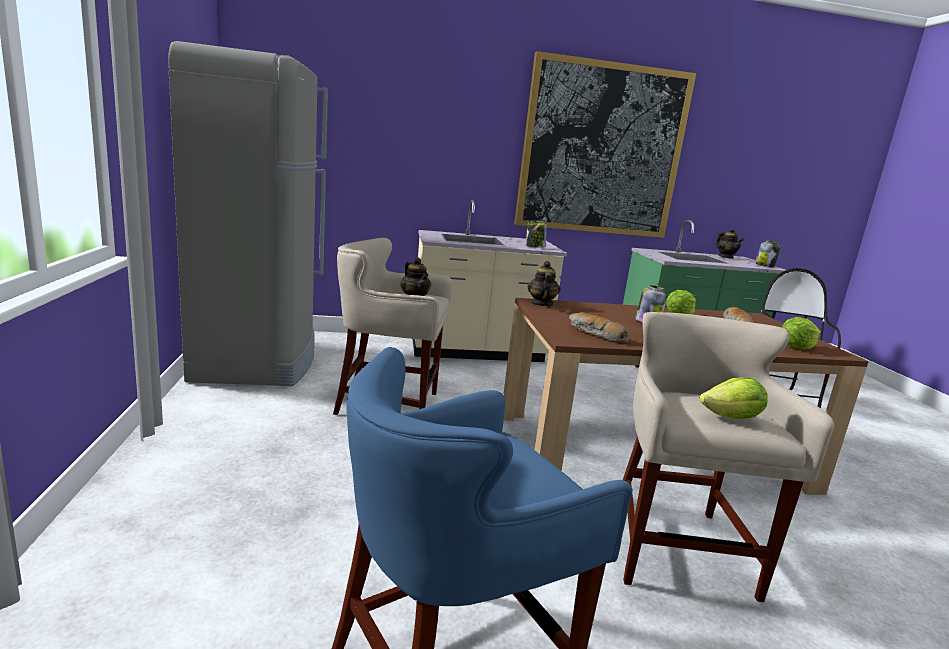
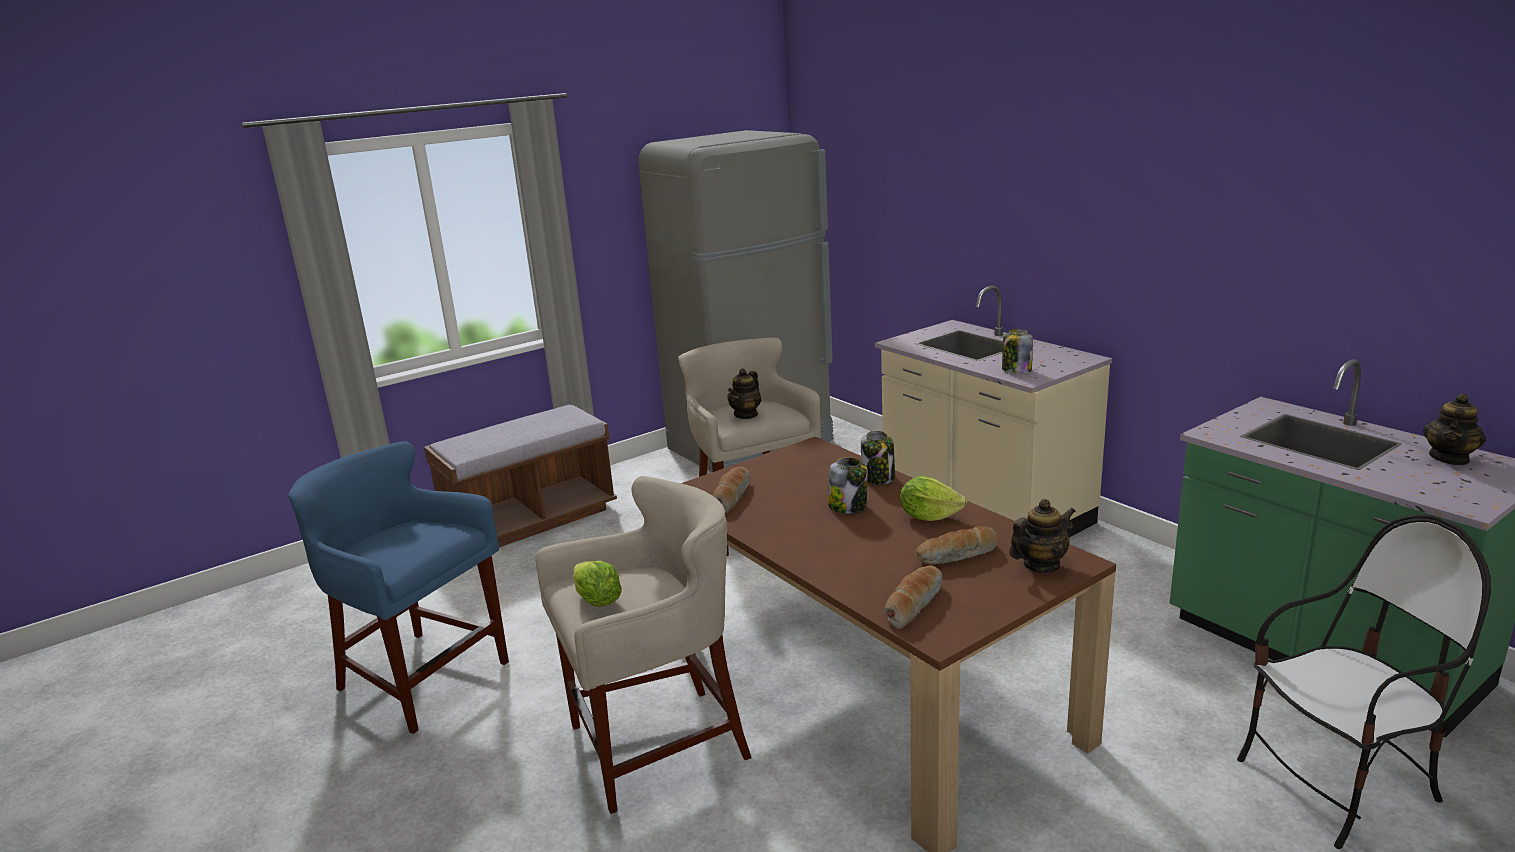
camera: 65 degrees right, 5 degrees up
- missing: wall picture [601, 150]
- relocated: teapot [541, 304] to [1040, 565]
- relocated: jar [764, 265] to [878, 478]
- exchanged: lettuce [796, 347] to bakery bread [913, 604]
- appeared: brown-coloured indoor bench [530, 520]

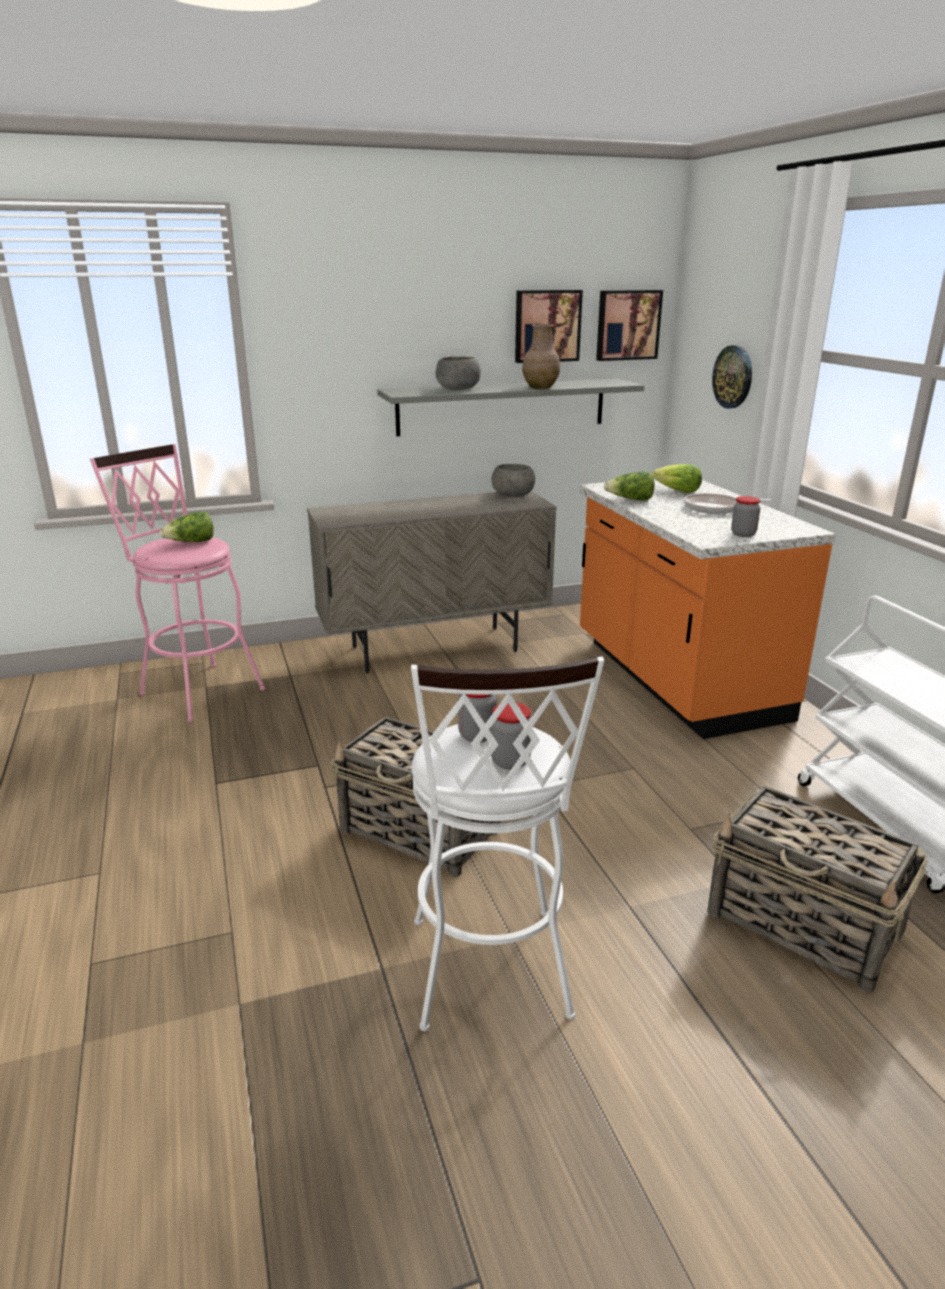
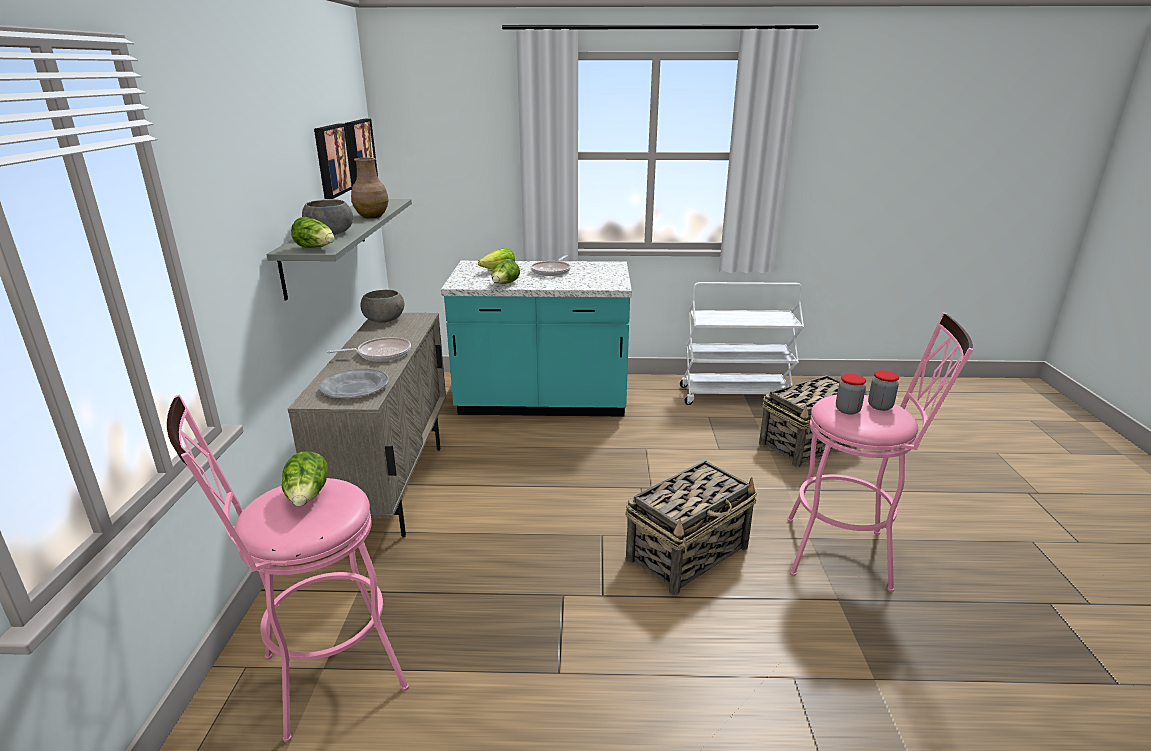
camera: 70 degrees left, 0 degrees up
- colour: whitish sitting stool [490, 979] to pink-coloured sitting stool [848, 555]
- colour: orangey kitchen counter [675, 680] to turquoise kitchen counter [542, 402]
- missing: wall clock [733, 377]
- missing: jar [743, 534]
- appeared: lettuce [316, 248]
- appeared: gray dinner plate [355, 387]
- appeared: skillet [381, 354]

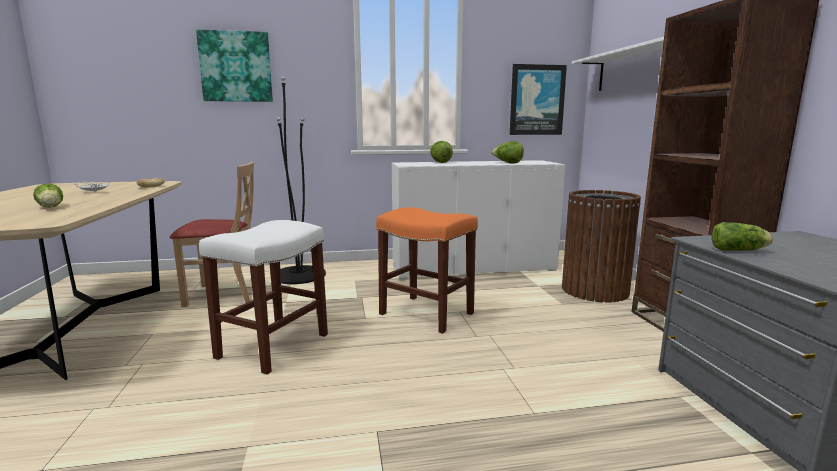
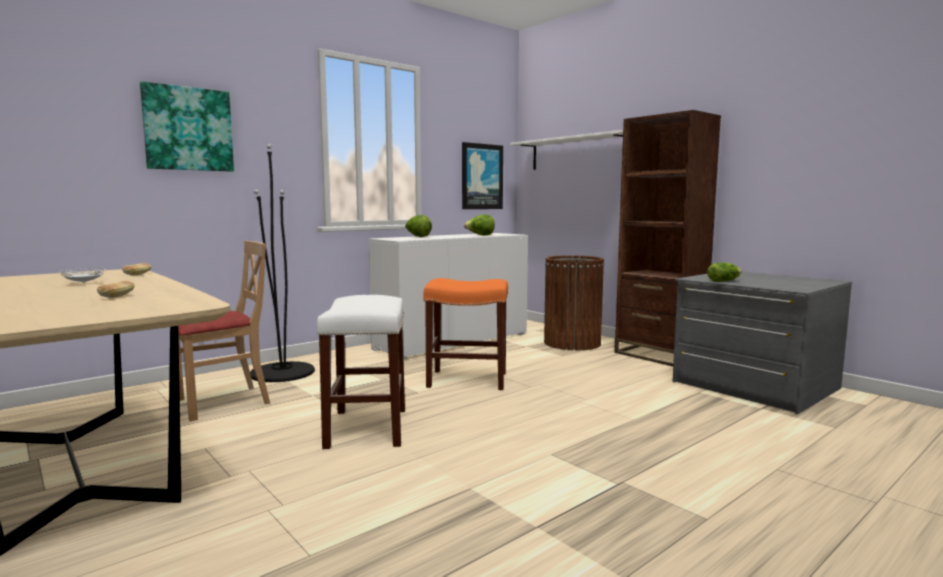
camera: 30 degrees left, 5 degrees down
- exchanged: lettuce [50, 207] to bakery bread [117, 297]

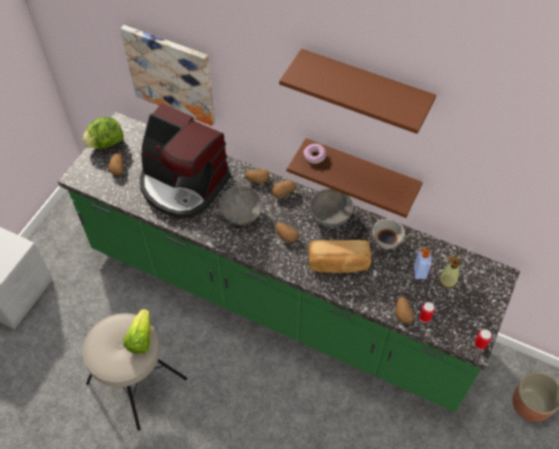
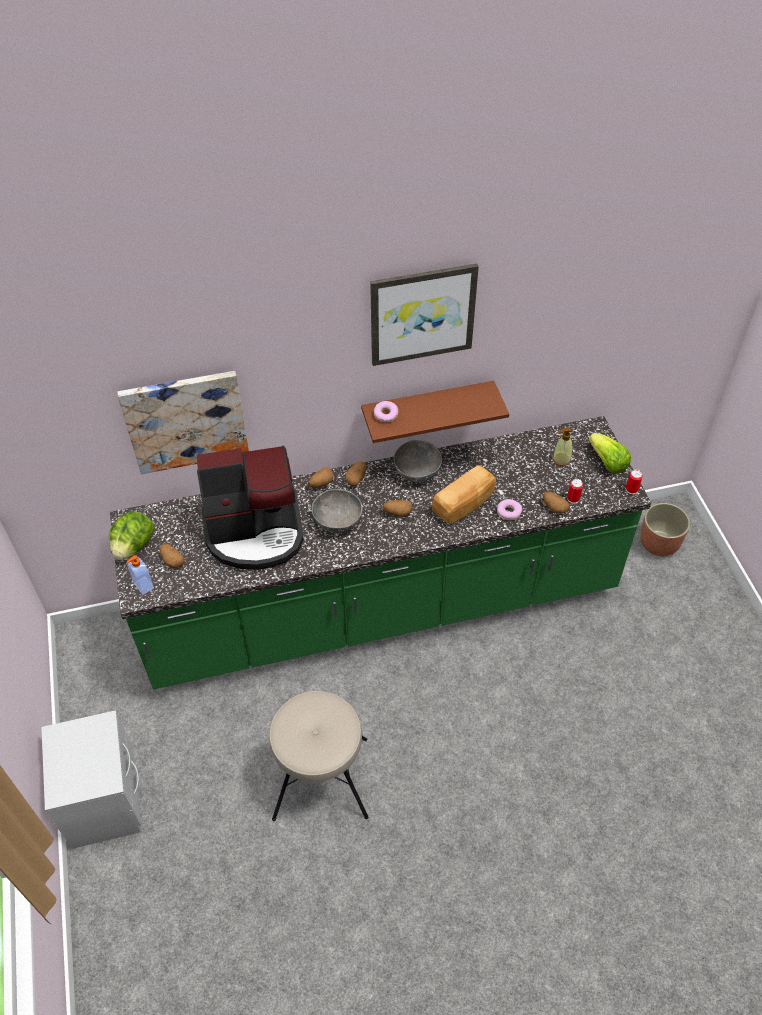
camera: 40 degrees left, 5 degrees down
- relocated: lettuce [140, 338] to [607, 462]
- exchanged: brown-coloured shelf [364, 89] to wall picture [422, 314]
- missing: whitish deep dish [386, 241]
- relocated: liquid soap bottle [419, 272] to [143, 586]
- appeared: doughnut [509, 512]

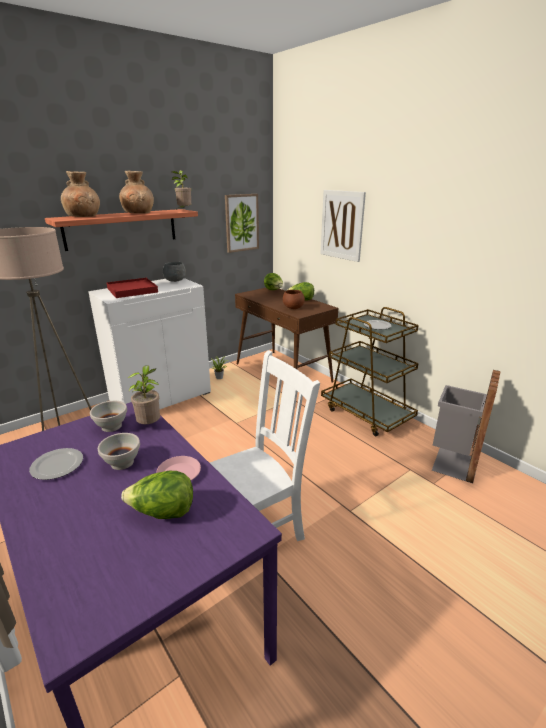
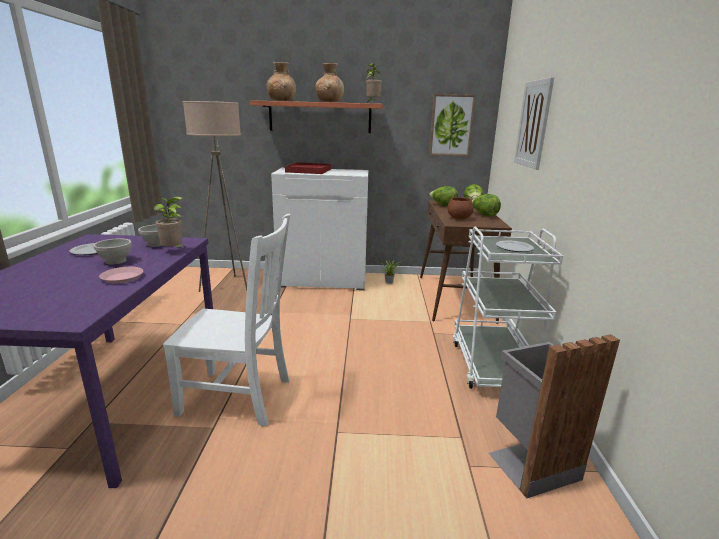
camera: 40 degrees right, 5 degrees down
- relocated: lettuce [163, 512] to [443, 206]
- missing: gray deep dish [175, 280]
- colour: brown-coloured wheeled cart [366, 413] to whitish wheeled cart [492, 364]

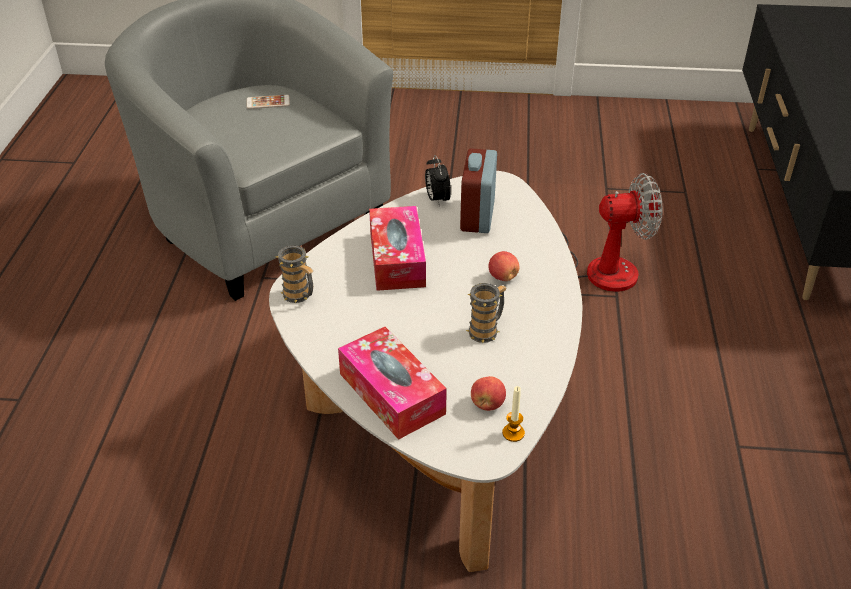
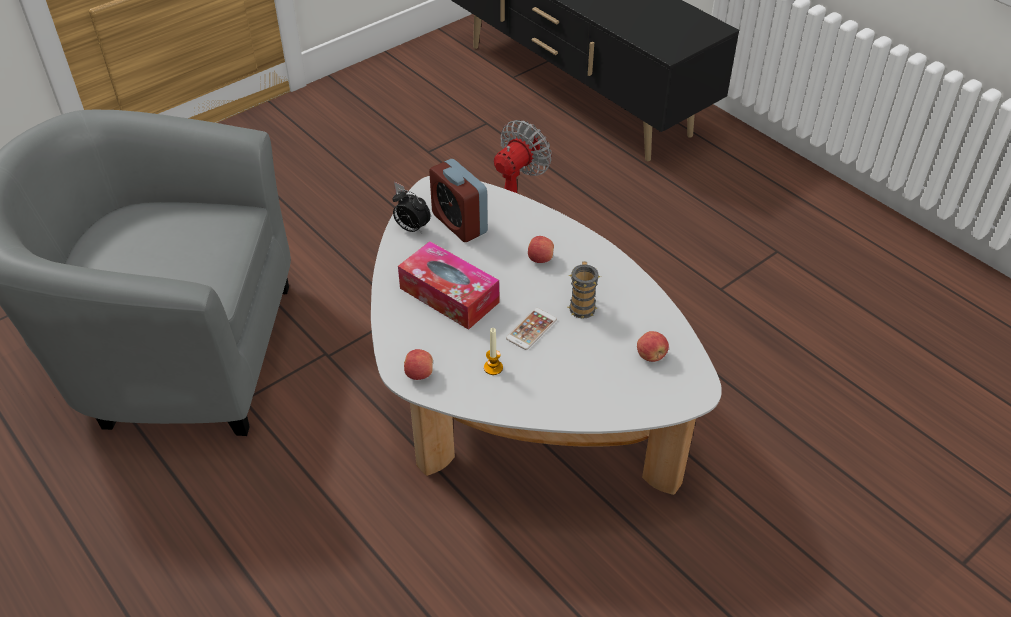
camera: 45 degrees left, 5 degrees up
- relocated: telephone [268, 102] to [531, 329]
- exchanged: tea mug [300, 296] to whole apple [419, 374]
- missing: tissue box [391, 393]
- relocated: candle [513, 433] to [493, 368]

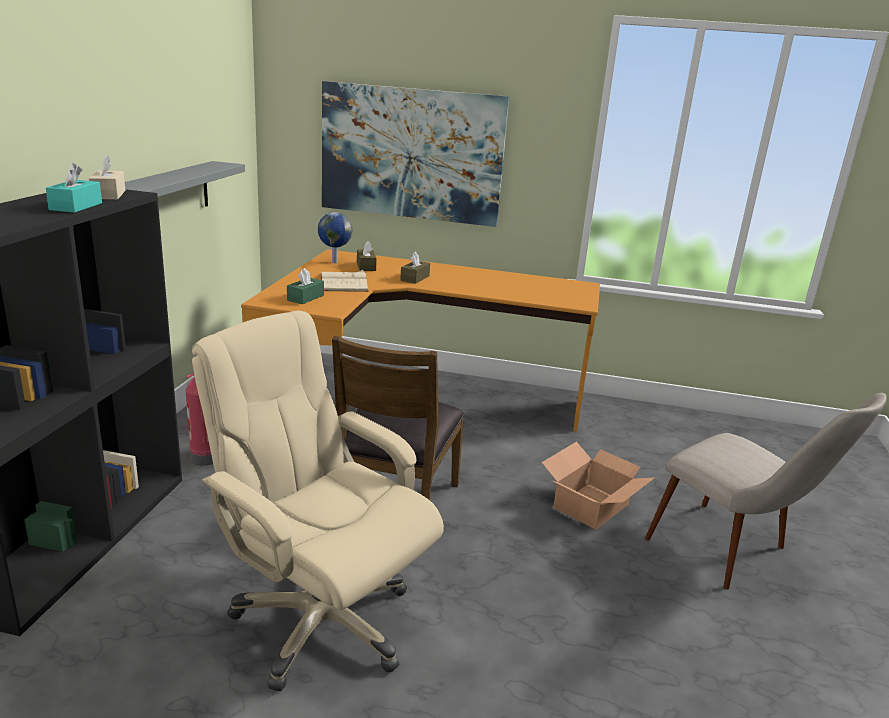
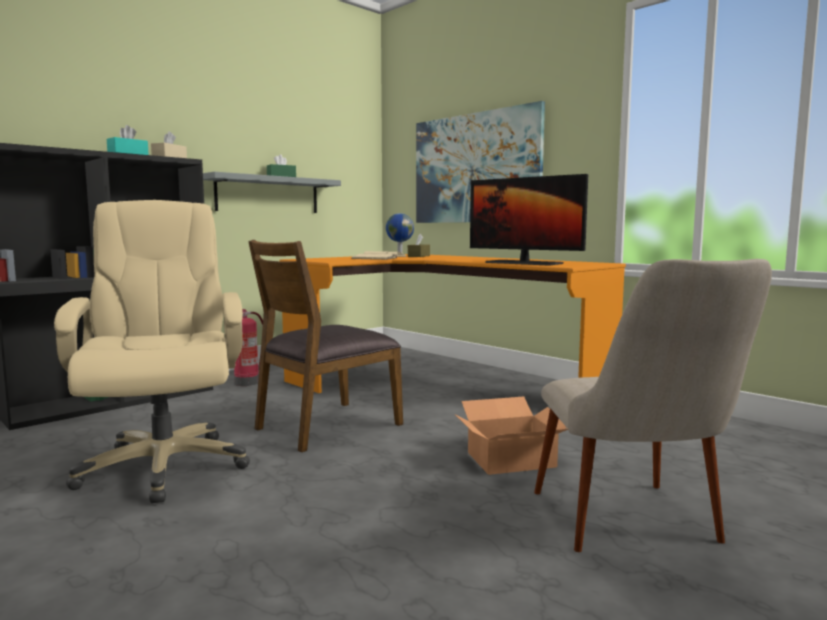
camera: 35 degrees right, 15 degrees down
- relocated: green-coloured tissue box [305, 298] to [281, 177]
- missing: brown-coloured tissue box [415, 278]
- appeared: computer screen [523, 263]

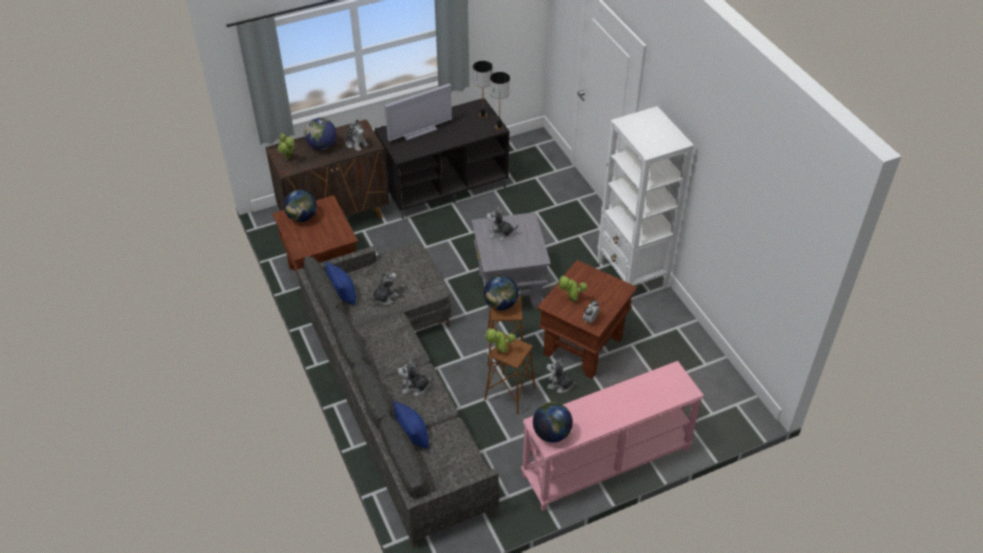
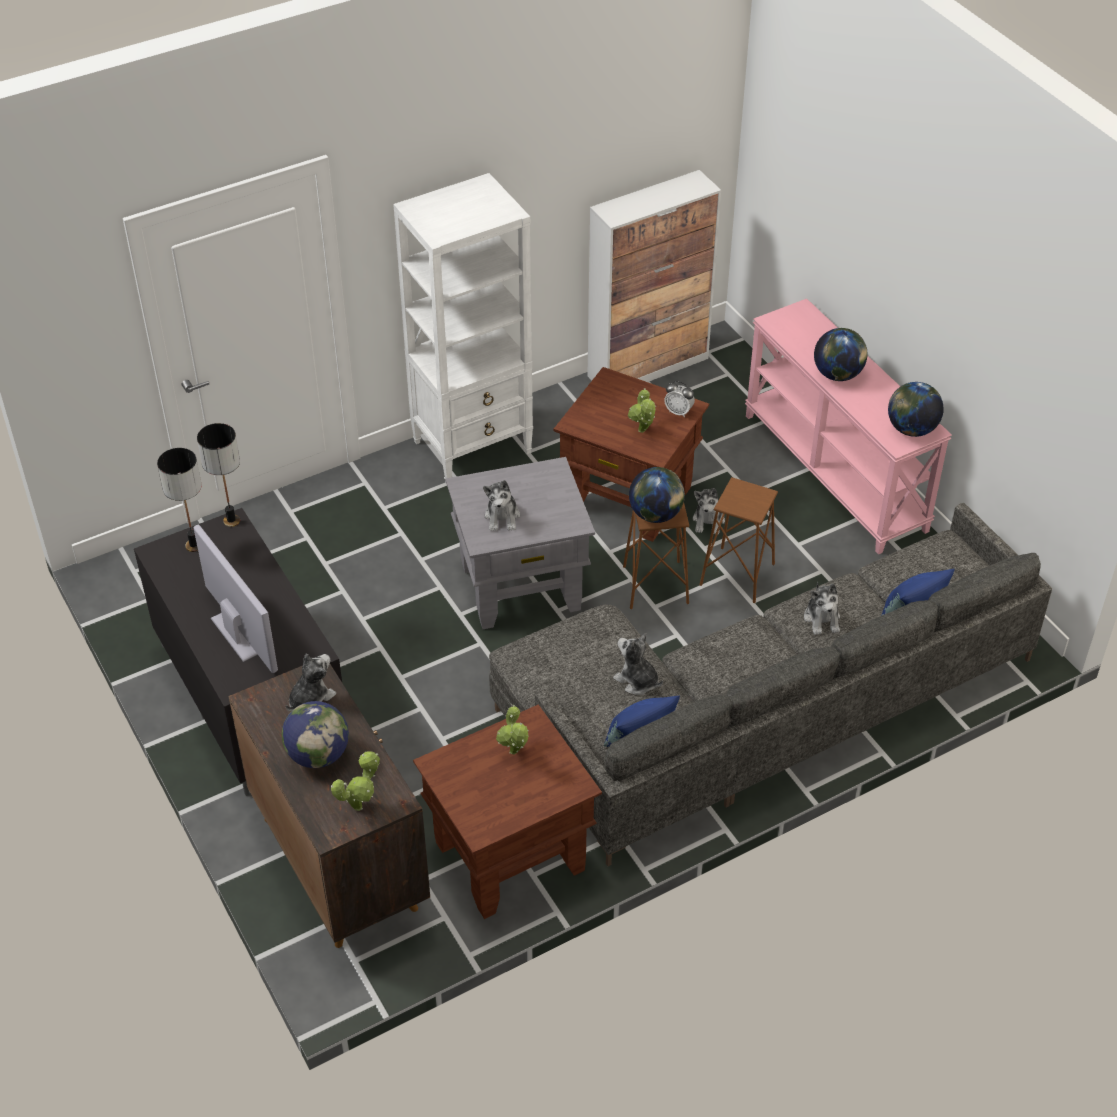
camera: 95 degrees left, 0 degrees up
- relocated: globe [302, 218] to [837, 375]
- relocated: potted plant [500, 352] to [514, 753]
- appeared: cabinet [649, 367]

